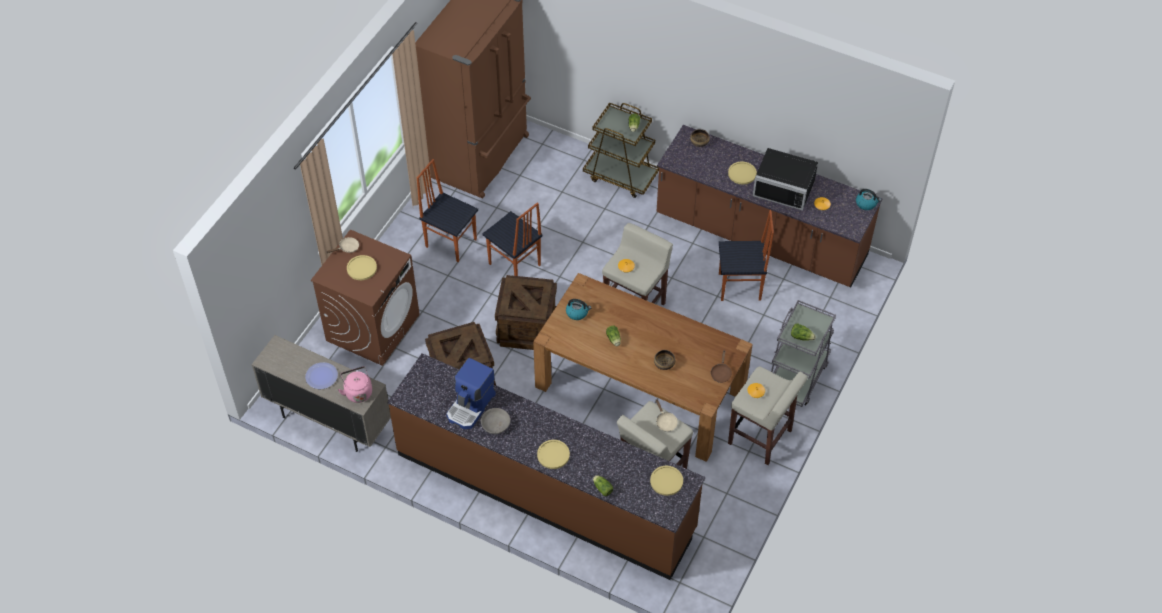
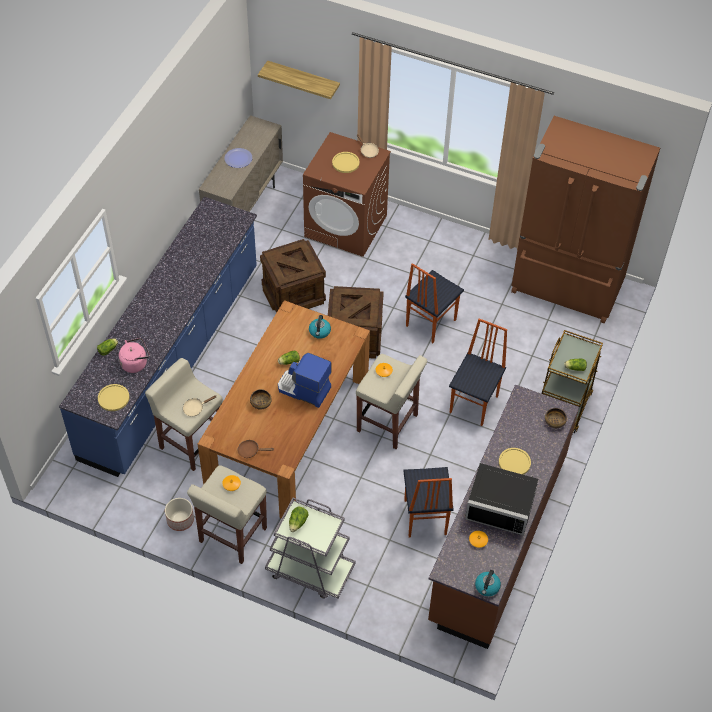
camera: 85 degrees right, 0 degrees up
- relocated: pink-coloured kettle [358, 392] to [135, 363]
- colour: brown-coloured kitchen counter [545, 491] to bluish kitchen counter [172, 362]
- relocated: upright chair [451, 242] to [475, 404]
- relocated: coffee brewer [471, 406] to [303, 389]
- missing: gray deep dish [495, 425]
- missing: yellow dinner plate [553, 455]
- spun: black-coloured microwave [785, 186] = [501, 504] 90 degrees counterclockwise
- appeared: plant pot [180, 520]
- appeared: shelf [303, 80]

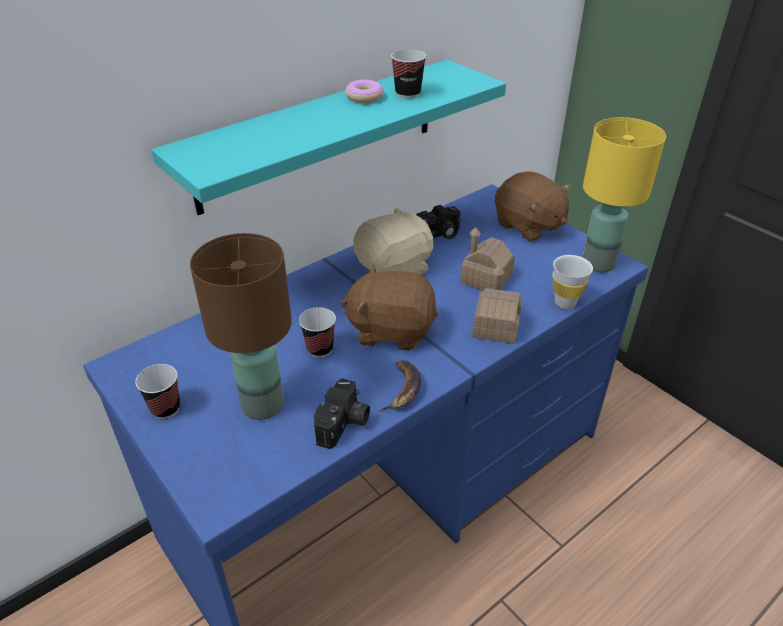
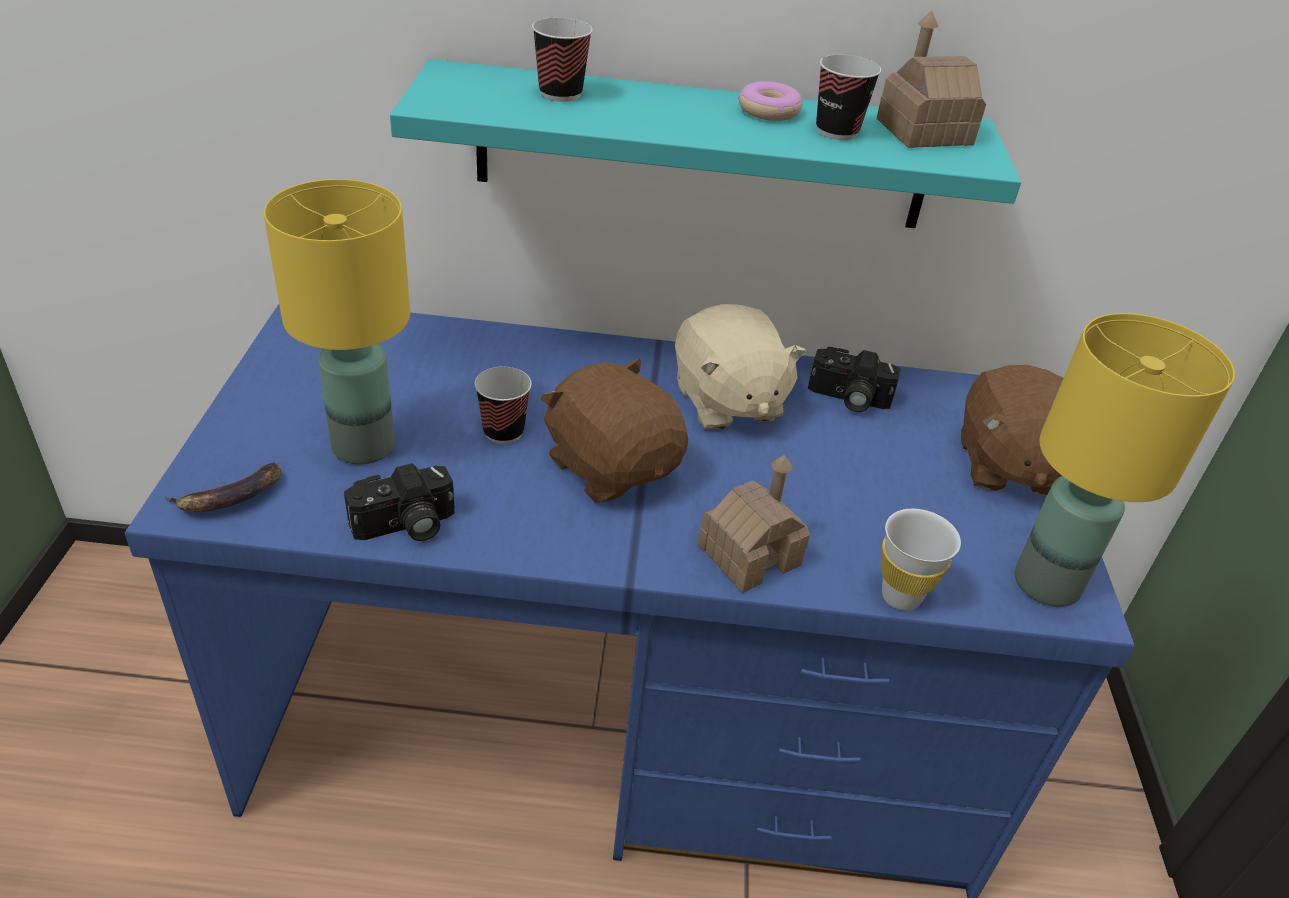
camera: 40 degrees right, 0 degrees up
- relocated: cup [166, 408] to [560, 94]
- colour: brown-coloured tabletop lamp [263, 404] to yellow tabletop lamp [365, 446]
- spun: beige plush toy [395, 268] = [726, 402] 60 degrees clockwise
- relocated: whole banana [402, 389] to [230, 497]
- relocated: model house [486, 278] to [923, 132]

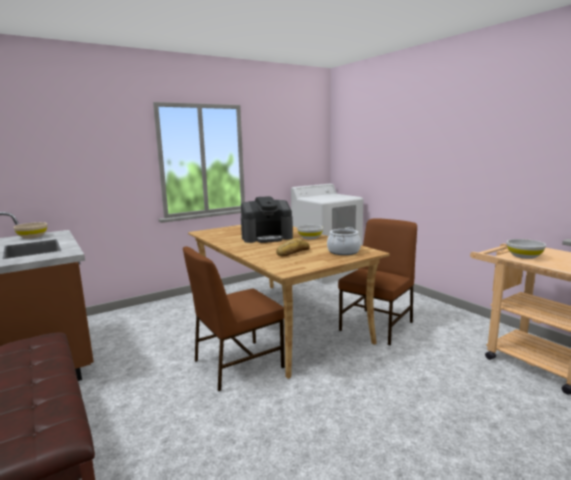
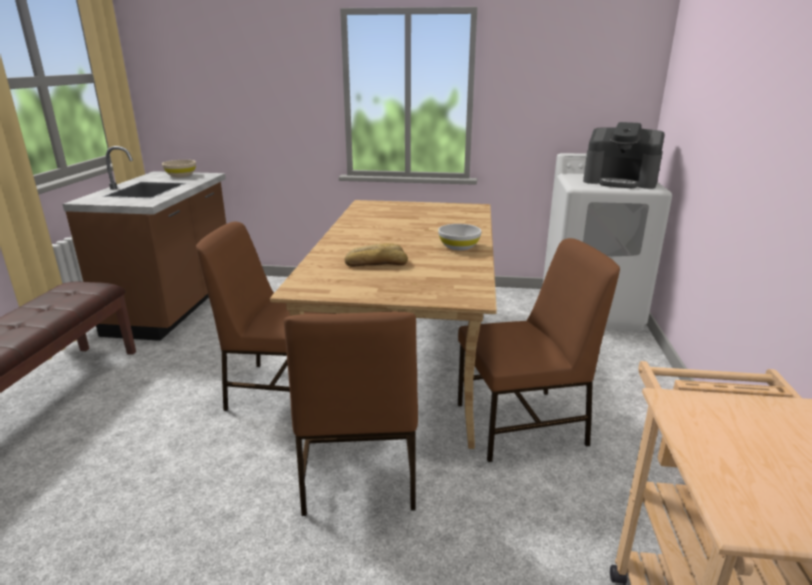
camera: 40 degrees right, 10 degrees up
- relocated: coffee brewer [267, 237] to [620, 181]
- missing: cooking pot [343, 252]
- missing: whitish deep dish [524, 256]
- appeared: brown-coloured upright chair [358, 471]

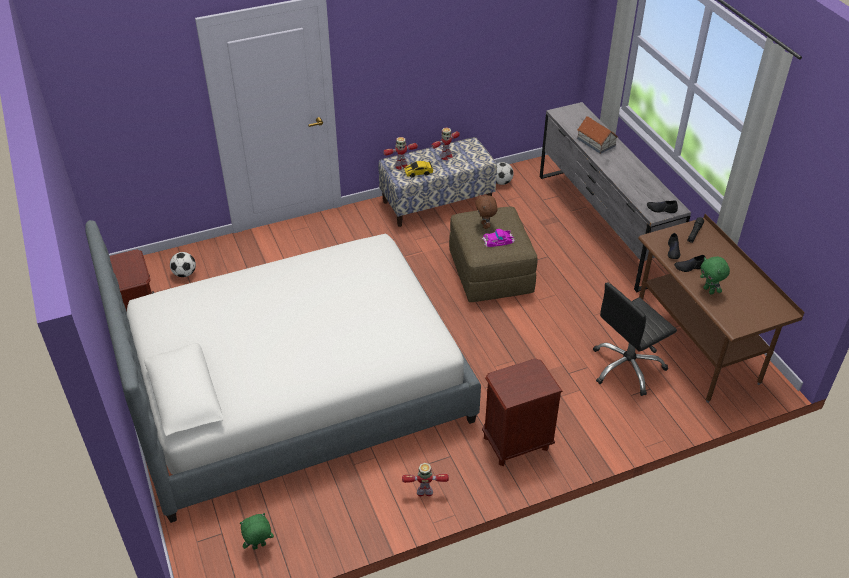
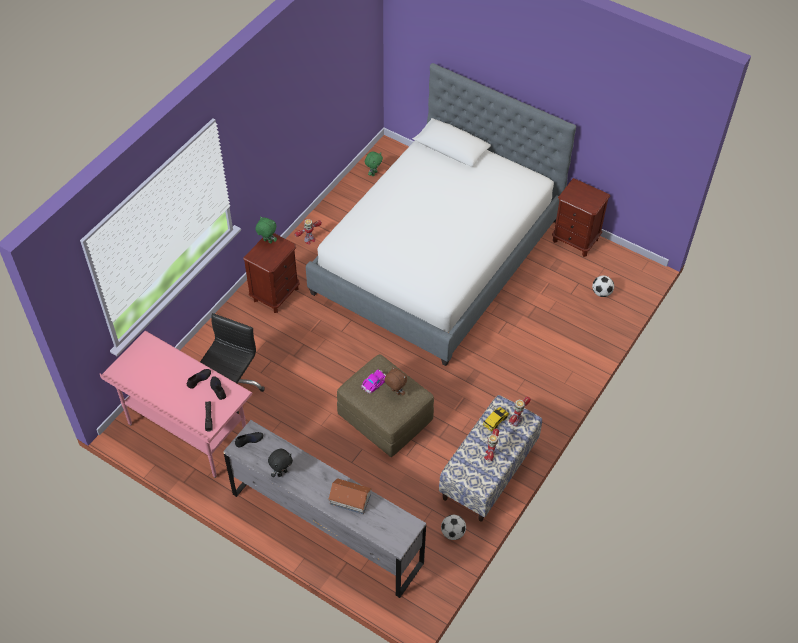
camera: 145 degrees right, 10 degrees up
- colour: brown-coloured desk [696, 348] to pink-coloured desk [188, 432]
- relocated: green-coloured plush toy [709, 290] to [267, 241]
- appeared: black-coloured plush toy [282, 472]

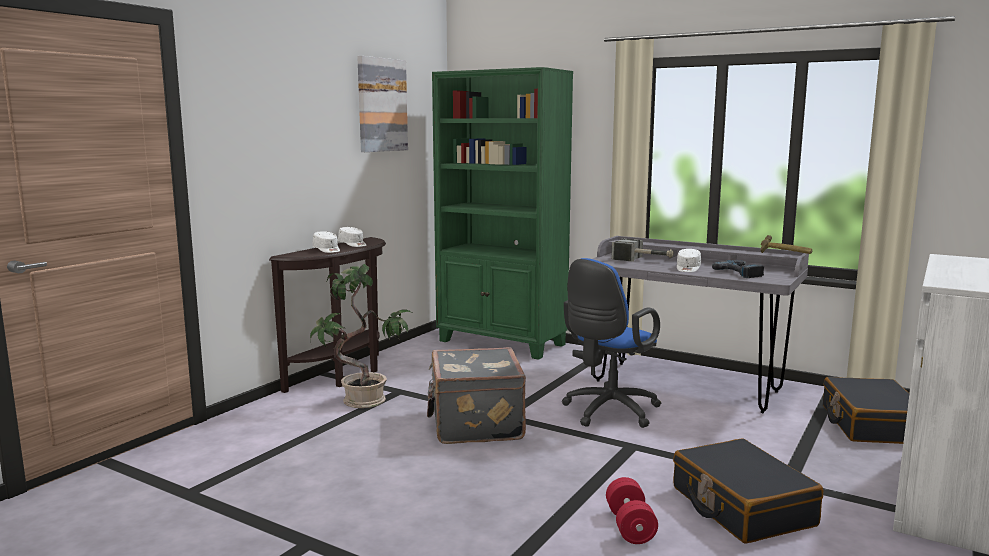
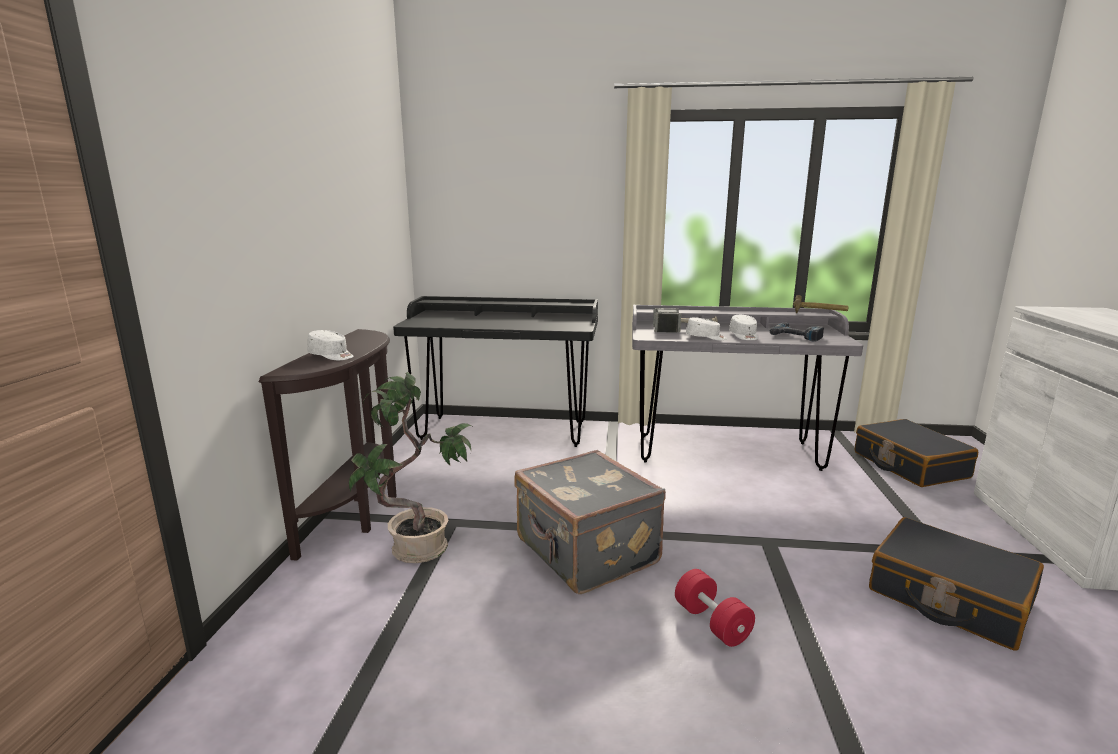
camera: 25 degrees left, 5 degrees up
- relocated: whitish baseball cap [353, 244] to [706, 337]
- missing: wall picture [381, 105]
- exchanged: green-coloured shelving unit [502, 343] to black-coloured desk [504, 431]
- missing: bluish computer chair [607, 412]
- relocated: red-coloured hand weight [630, 526] to [712, 623]

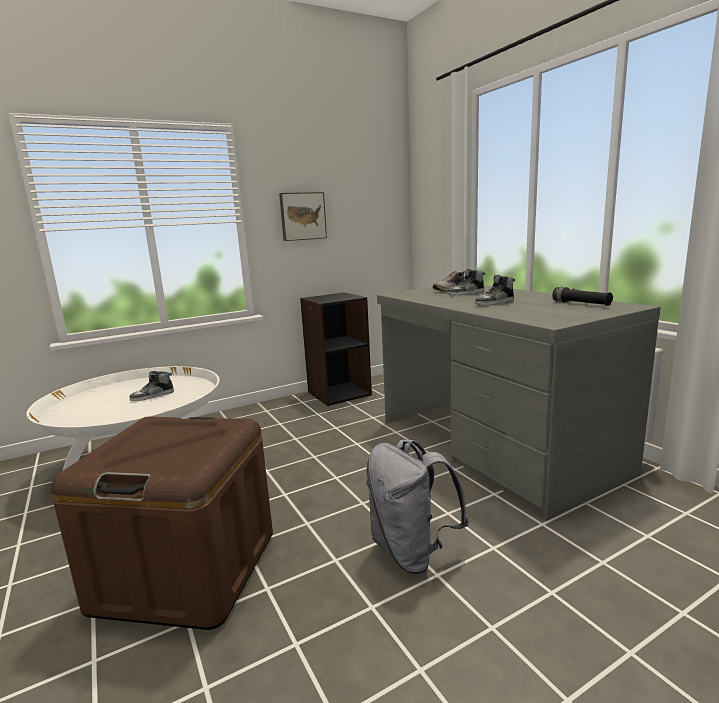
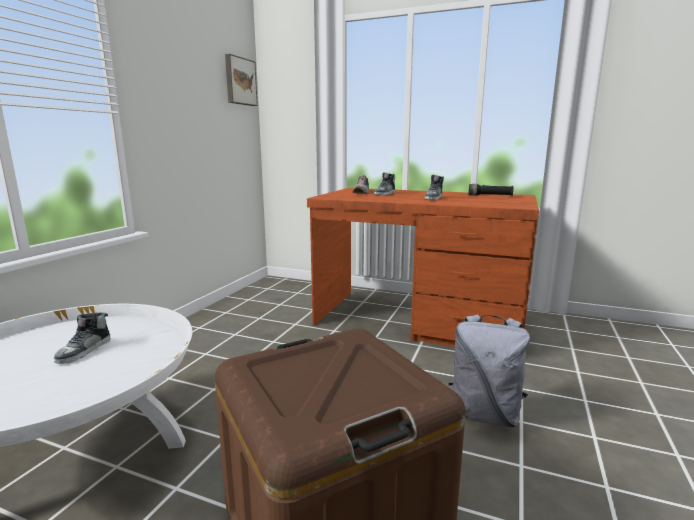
camera: 40 degrees left, 0 degrees up
- relocated: wall picture [302, 216] to [239, 81]
- missing: black-coloured shelving unit [339, 393]
- colour: gray desk [494, 445] to brown-coloured desk [419, 321]

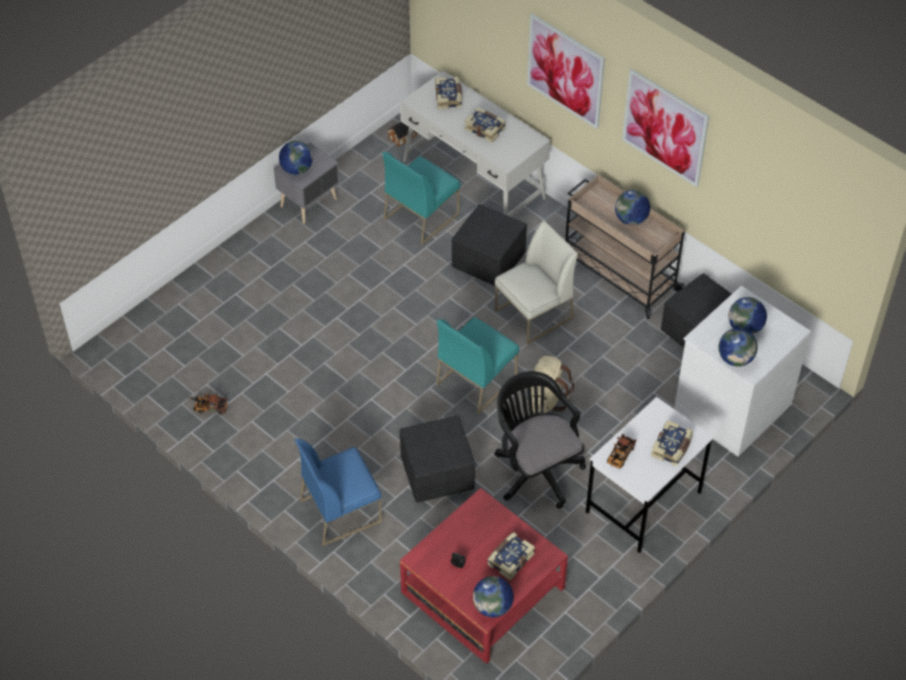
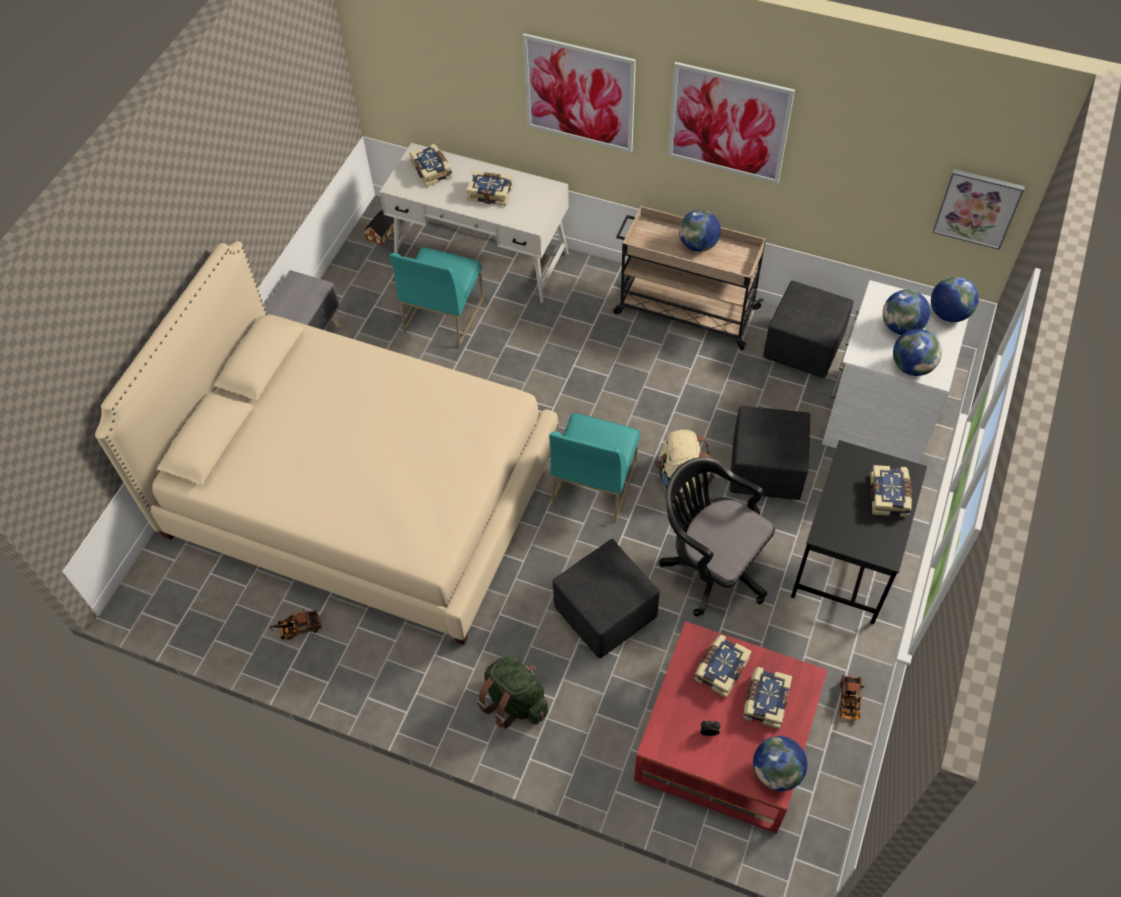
camera: 20 degrees left, 5 degrees up
- relocated: globe [296, 169] to [948, 314]
- exchanged: bluish upright chair [341, 510] to green-coloured rucksack [515, 701]
- relocated: black-coloured pouffe [489, 262] to [766, 470]
- missing: whitish upright chair [534, 315]
- colour: whitish desk [643, 503] to black-coloured desk [846, 562]
- relocated: model truck [619, 457] to [849, 703]
- appeared: beige bedroom bed [361, 492]
- appeared: book [720, 669]
- appeared: wall picture [977, 208]

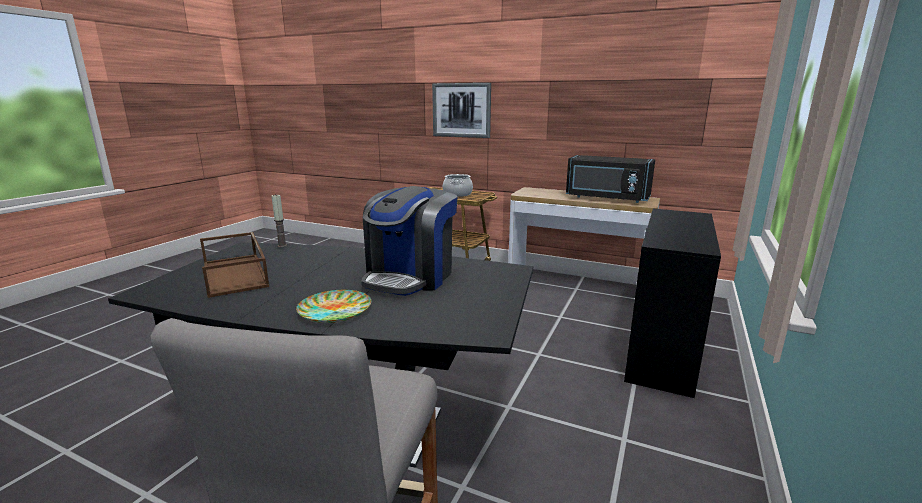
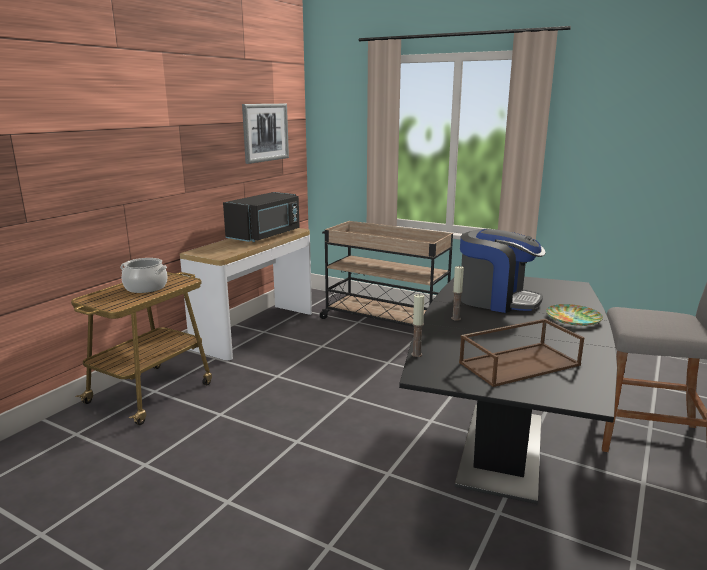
camera: 85 degrees left, 0 degrees up
- relocated: wall picture [461, 110] to [265, 132]
- exchanged: black-coloured desk [662, 349] to beige wheeled cart [384, 321]
- appeared: candle [456, 318]

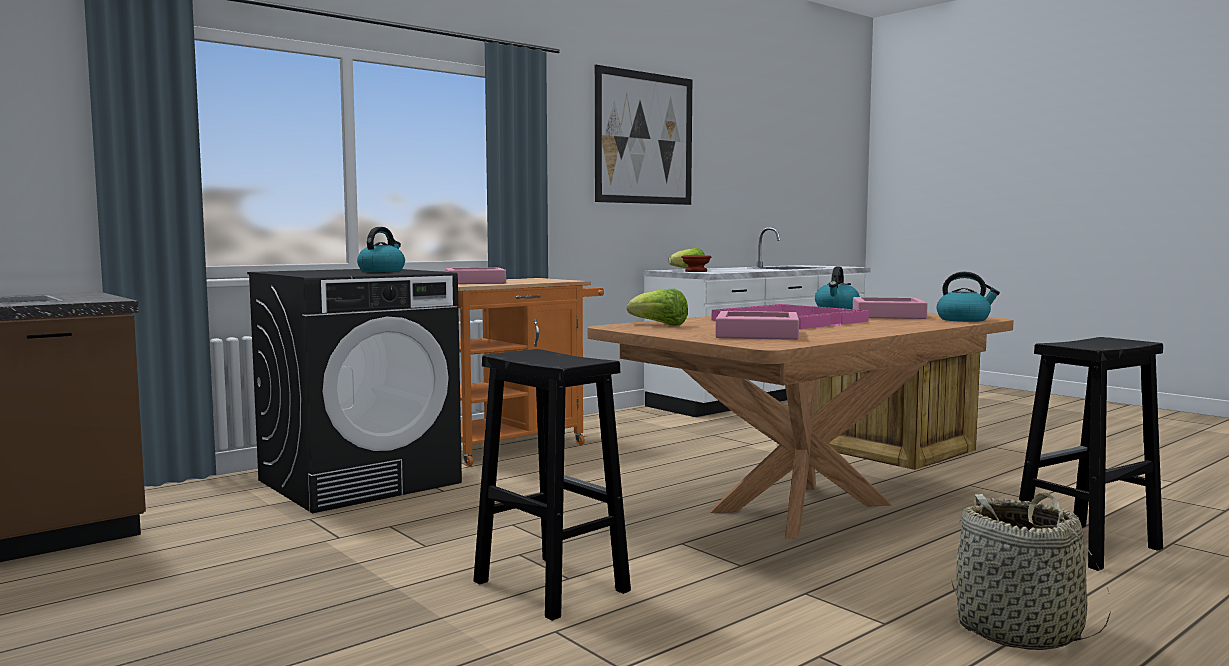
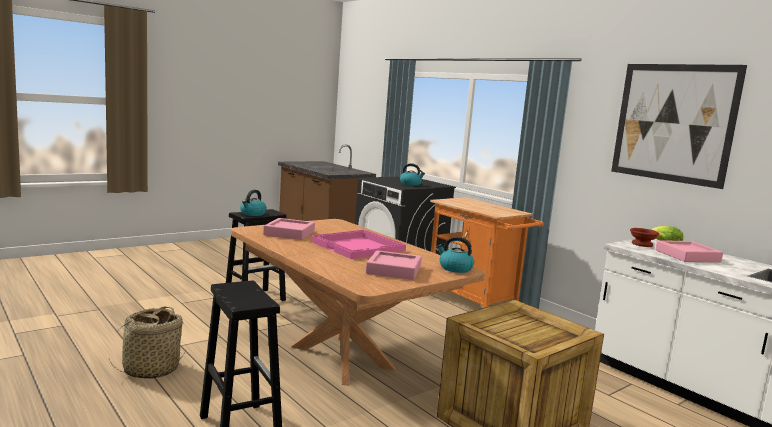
camera: 90 degrees right, 5 degrees up
- relocated: pink-coloured carrying tray [475, 282] to [687, 256]
- missing: lettuce [659, 325]
- relocated: kettle [964, 319] to [253, 214]

